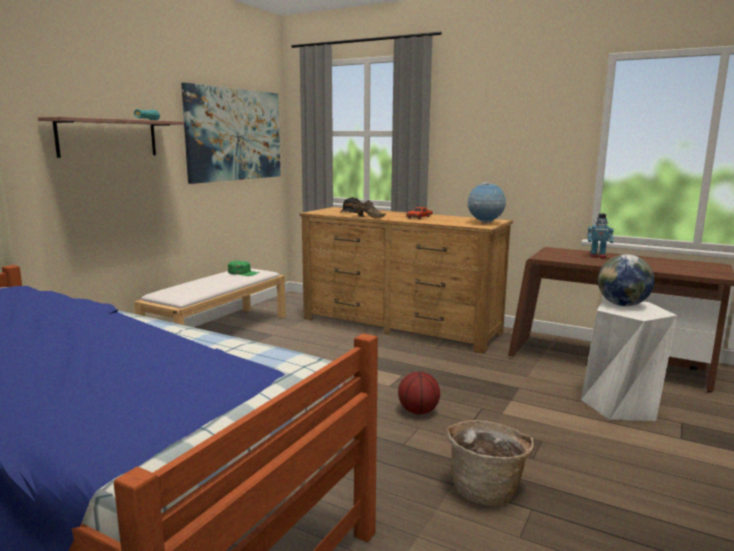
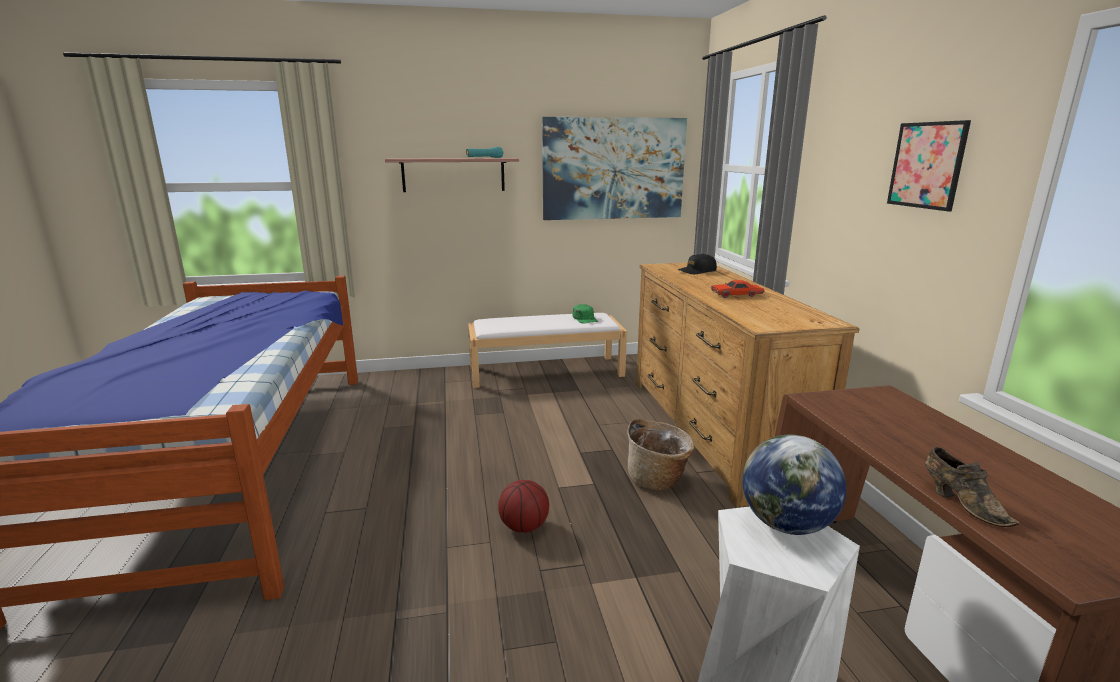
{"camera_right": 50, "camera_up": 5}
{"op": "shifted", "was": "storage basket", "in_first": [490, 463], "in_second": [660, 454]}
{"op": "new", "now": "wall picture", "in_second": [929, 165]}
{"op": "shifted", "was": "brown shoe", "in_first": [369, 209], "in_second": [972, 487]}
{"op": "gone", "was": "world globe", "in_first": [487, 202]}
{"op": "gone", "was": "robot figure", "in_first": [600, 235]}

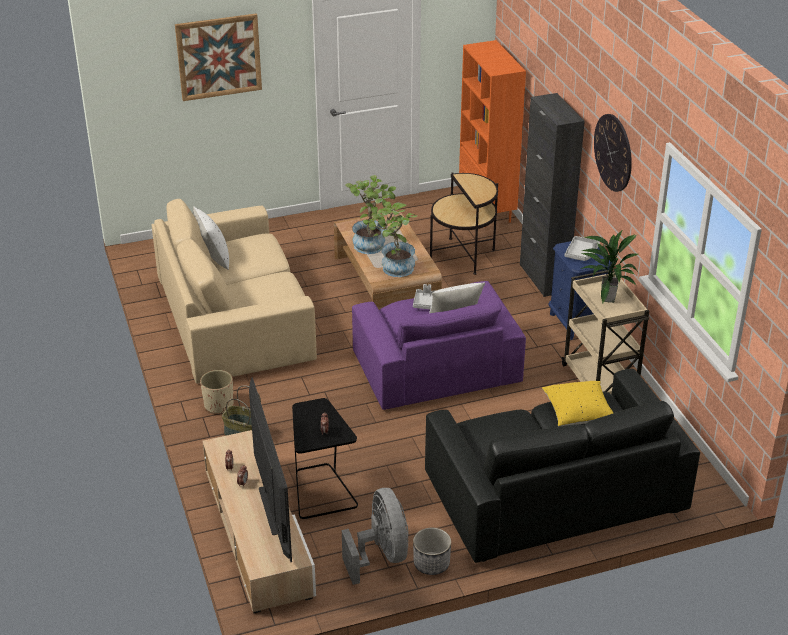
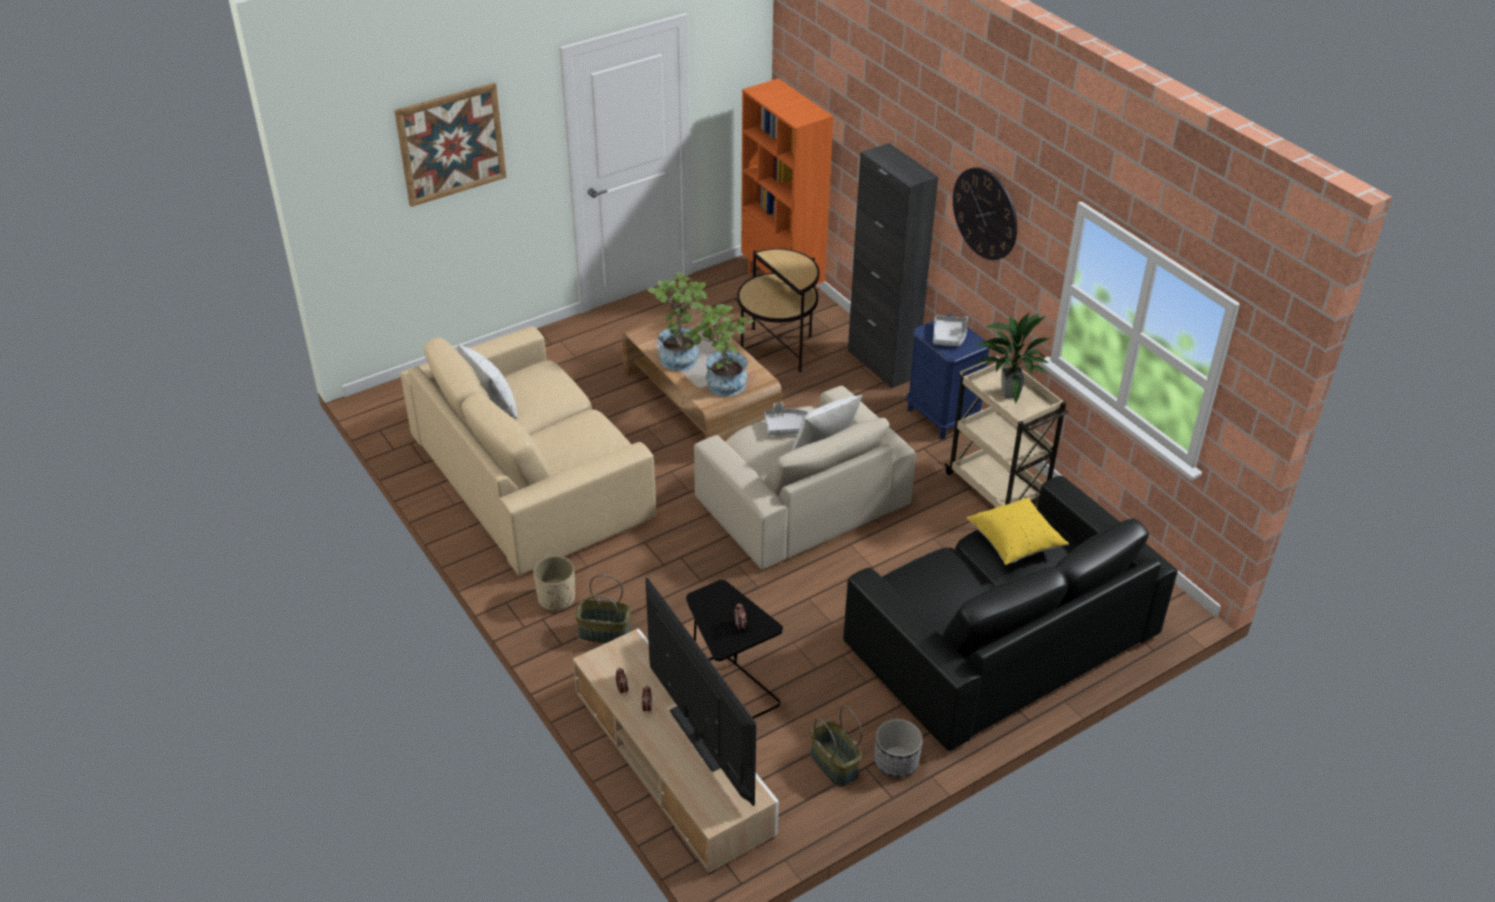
{"camera_right": -15, "camera_up": 5}
{"op": "repainted", "was": "purplish easy chair", "now": "sand-coloured easy chair", "in_first": [439, 345], "in_second": [805, 478]}
{"op": "swapped", "was": "gray electric fan", "now": "storage basket", "in_first": [375, 536], "in_second": [836, 746]}

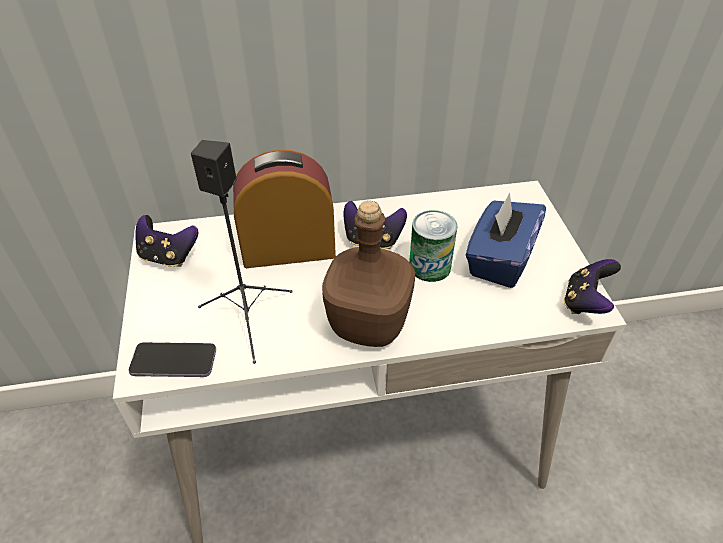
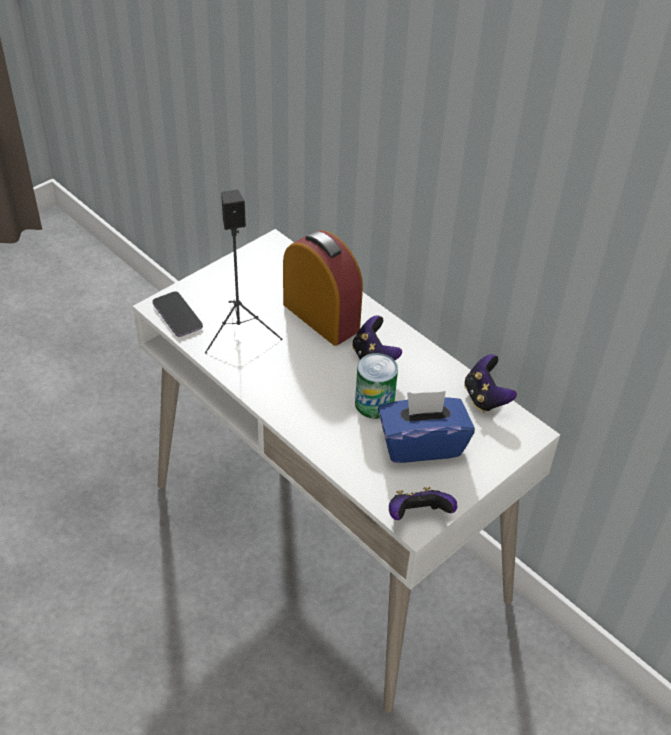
{"camera_right": 55, "camera_up": 0}
{"op": "shifted", "was": "joypad", "in_first": [167, 241], "in_second": [490, 383]}
{"op": "gone", "was": "brown drink bottle", "in_first": [368, 274]}

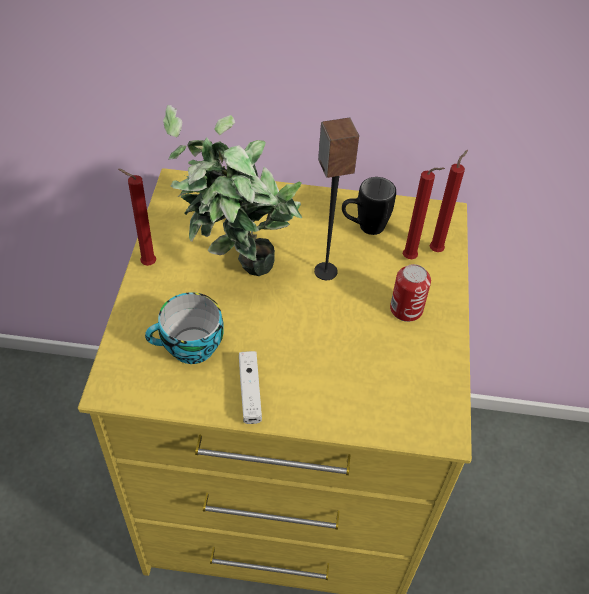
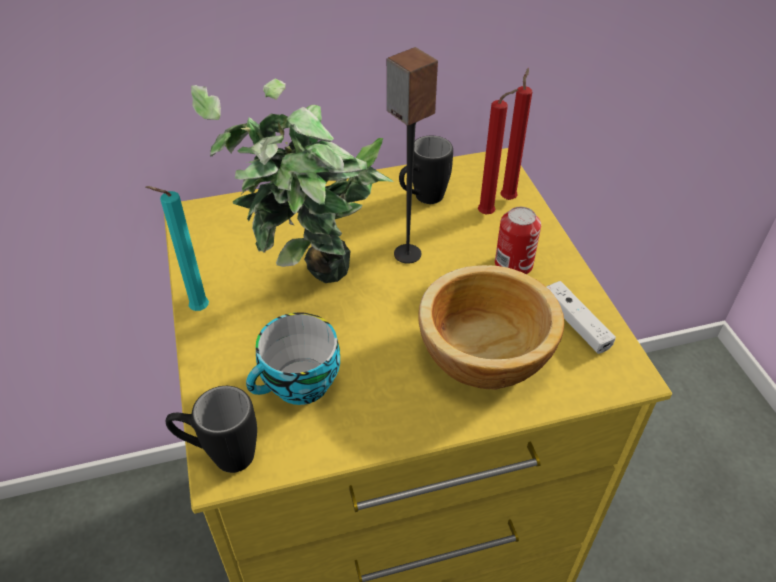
{"camera_right": -20, "camera_up": -5}
{"op": "repainted", "was": "red candle", "now": "turquoise candle", "in_first": [137, 217], "in_second": [177, 248]}
{"op": "new", "now": "black tea mug", "in_second": [211, 429]}
{"op": "new", "now": "bowl", "in_second": [491, 327]}
{"op": "shifted", "was": "white-coloured joypad", "in_first": [250, 387], "in_second": [581, 317]}

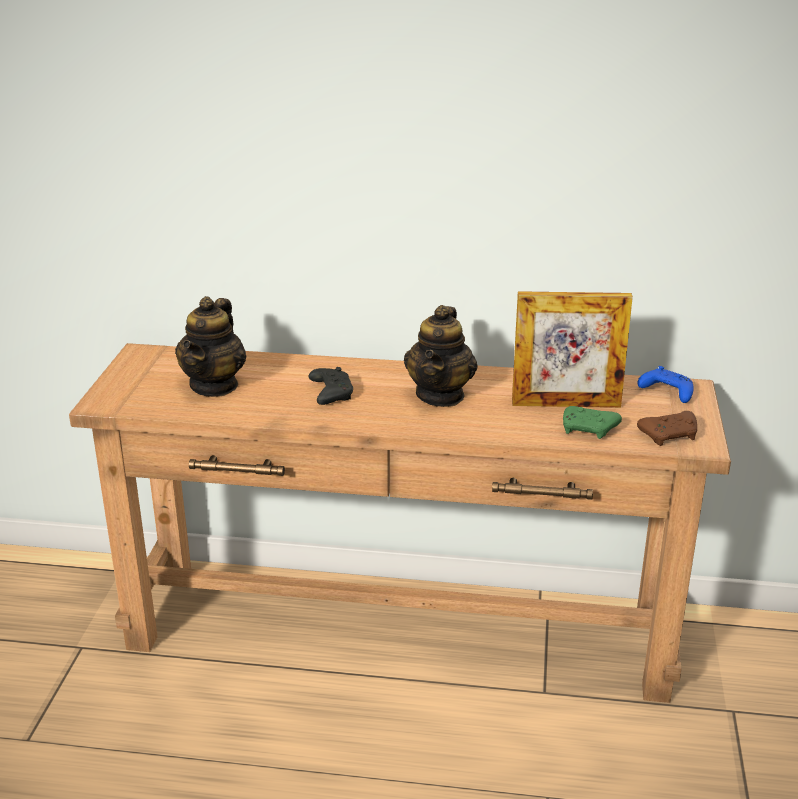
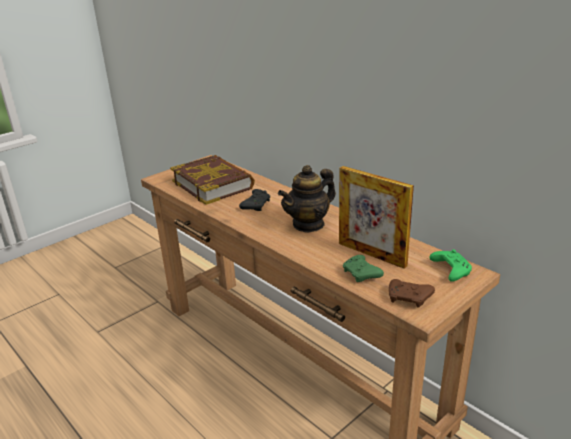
{"camera_right": 40, "camera_up": 0}
{"op": "swapped", "was": "pot for tea", "now": "volume", "in_first": [211, 346], "in_second": [212, 180]}
{"op": "repainted", "was": "blue-coloured joypad", "now": "greenish joypad", "in_first": [665, 384], "in_second": [450, 265]}

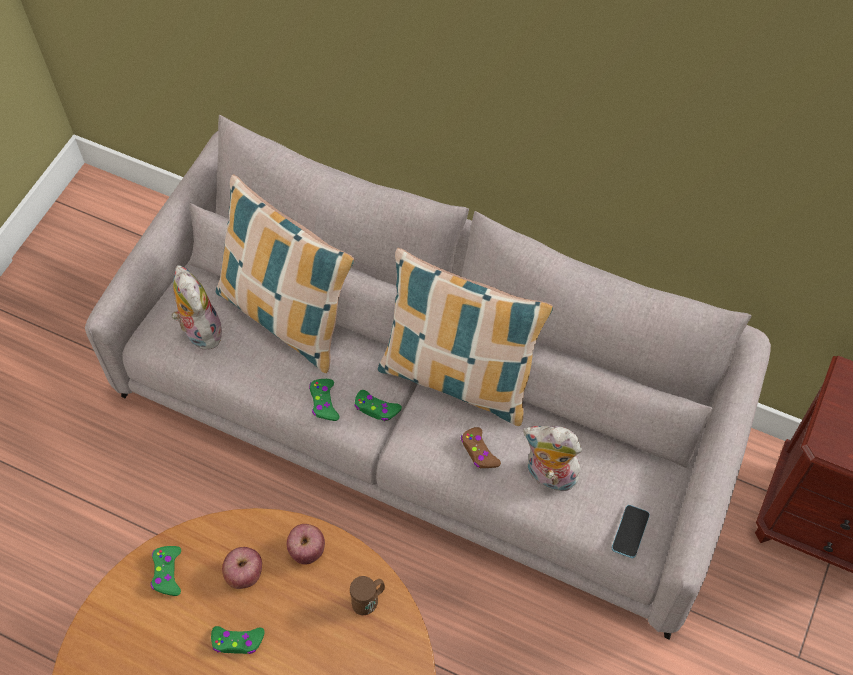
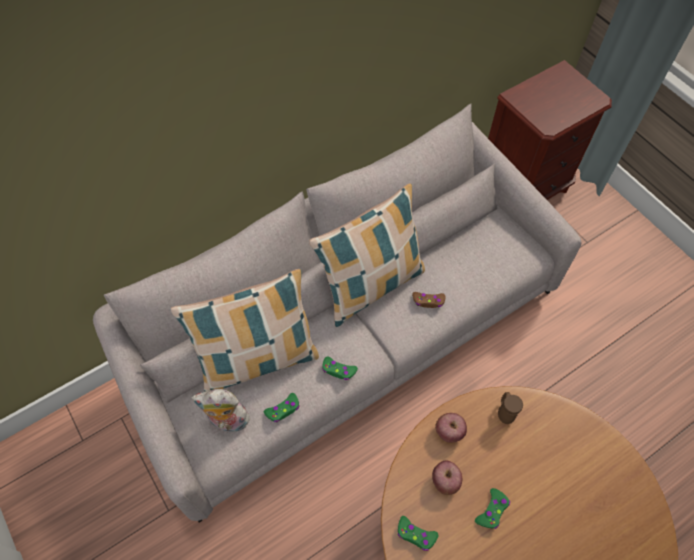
{"camera_right": -60, "camera_up": 0}
{"op": "shifted", "was": "greenish joypad", "in_first": [378, 405], "in_second": [281, 407]}
{"op": "gone", "was": "plush toy", "in_first": [553, 458]}
{"op": "gone", "was": "handset", "in_first": [631, 531]}

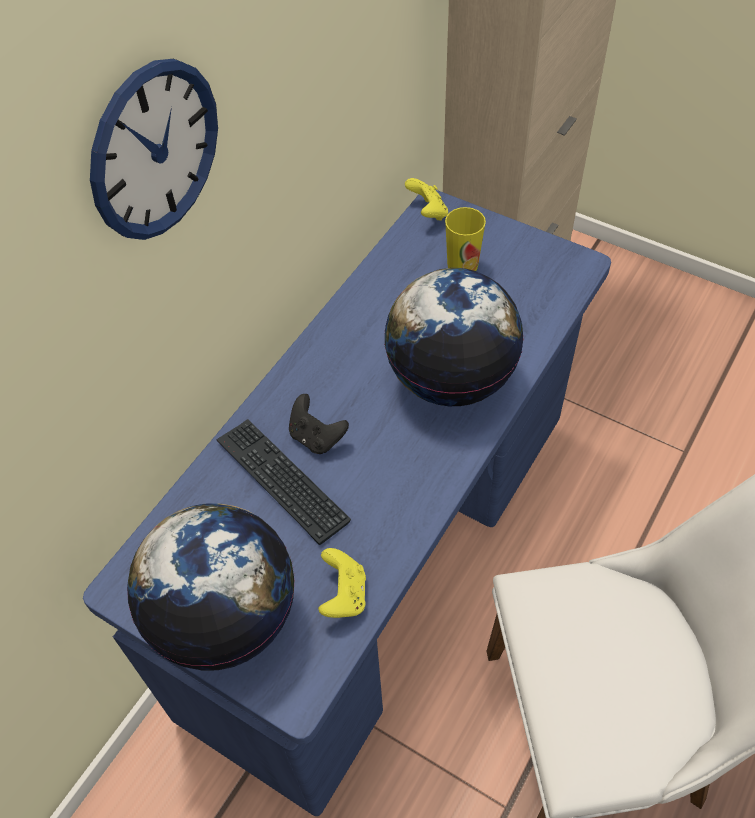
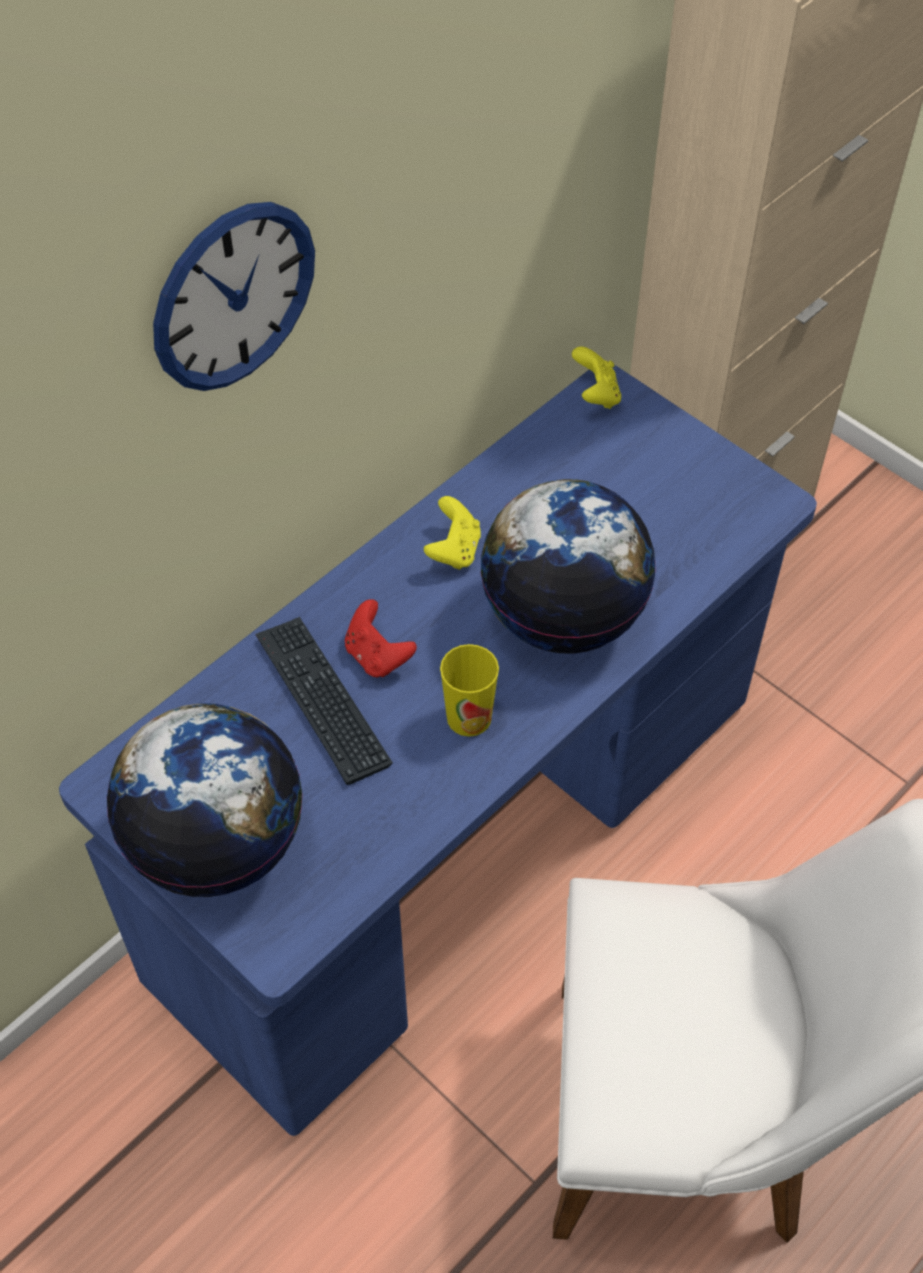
{"camera_right": 10, "camera_up": 0}
{"op": "repainted", "was": "black joypad", "now": "red joypad", "in_first": [319, 424], "in_second": [381, 638]}
{"op": "shifted", "was": "yellowish joypad", "in_first": [342, 583], "in_second": [452, 533]}
{"op": "shifted", "was": "drinking cup", "in_first": [465, 239], "in_second": [469, 690]}

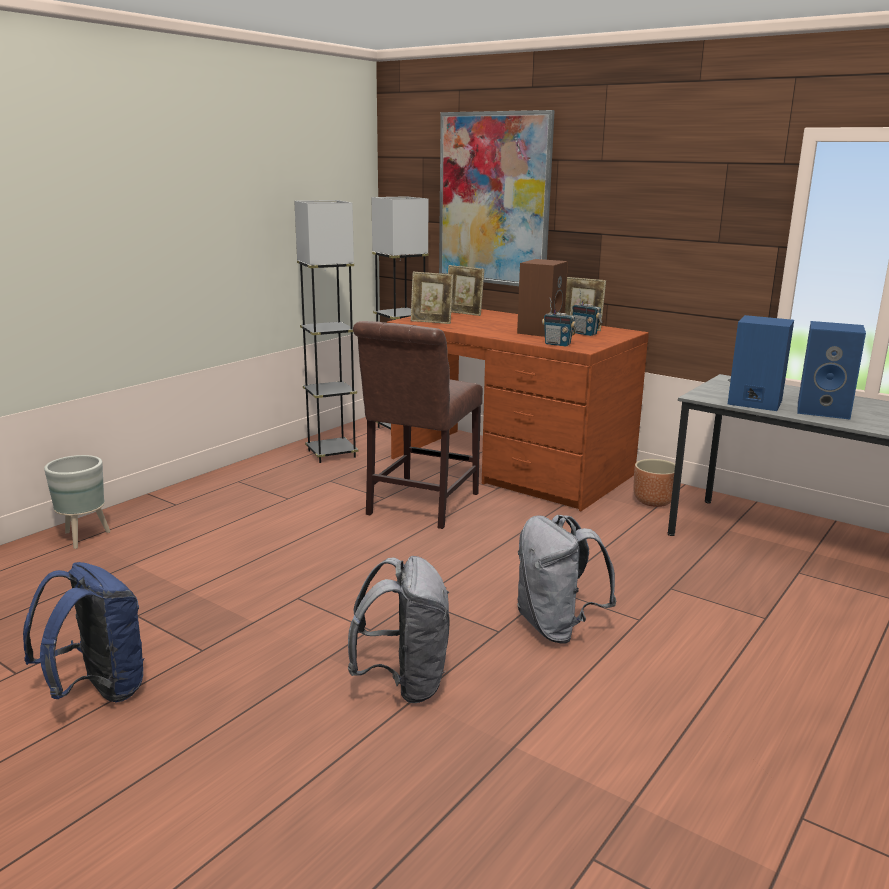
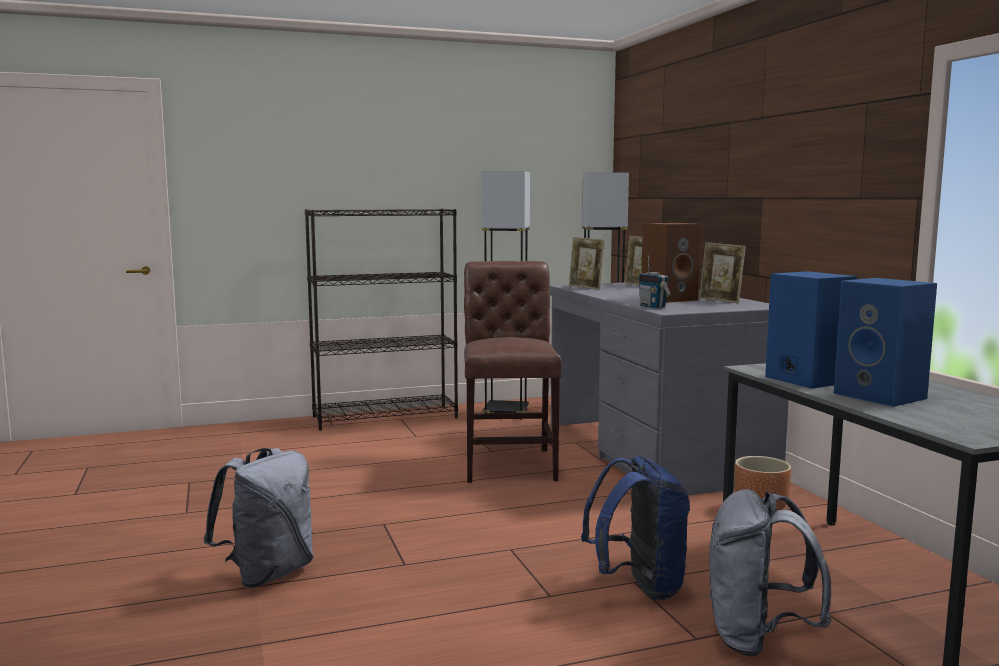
{"camera_right": 35, "camera_up": -10}
{"op": "new", "now": "black bookshelf", "in_second": [381, 320]}
{"op": "rotated", "was": "brown upright chair", "in_first": [418, 425], "in_second": [512, 372], "clockwise": 120}
{"op": "repainted", "was": "brown desk unit", "now": "gray desk unit", "in_first": [518, 410], "in_second": [669, 389]}
{"op": "shifted", "was": "blue-coloured backpack", "in_first": [84, 632], "in_second": [635, 528]}
{"op": "shifted", "was": "gray backpack", "in_first": [567, 579], "in_second": [770, 573]}
{"op": "gone", "was": "gray planter", "in_first": [77, 502]}
{"op": "gone", "was": "wall picture", "in_first": [497, 198]}
{"op": "gone", "was": "radio set", "in_first": [586, 312]}

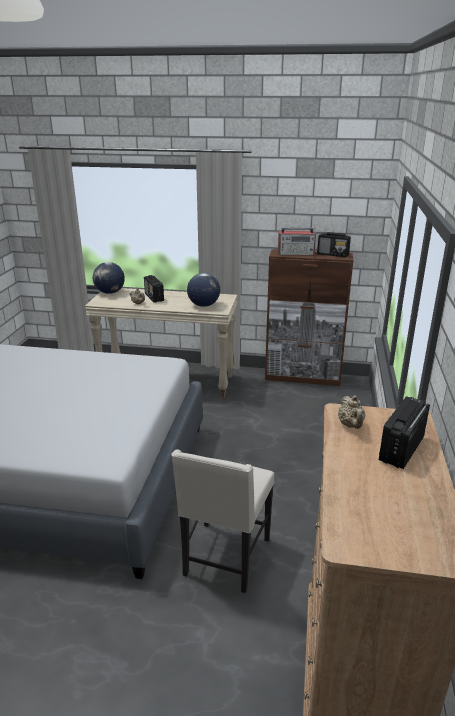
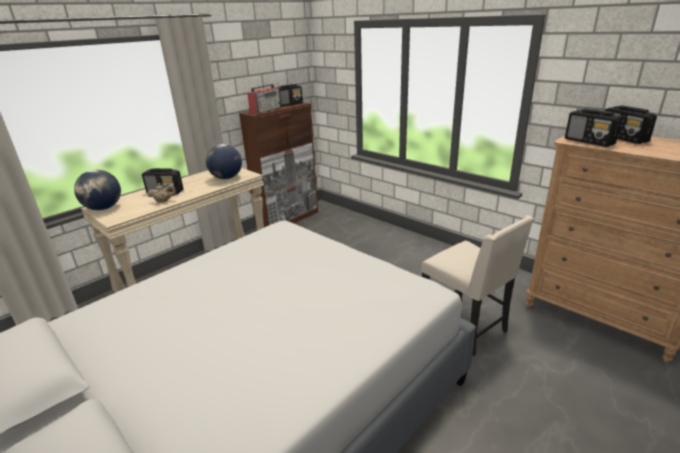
{"camera_right": -55, "camera_up": 0}
{"op": "swapped", "was": "sand-coloured pot for tea", "now": "radio set", "in_first": [351, 412], "in_second": [593, 128]}

